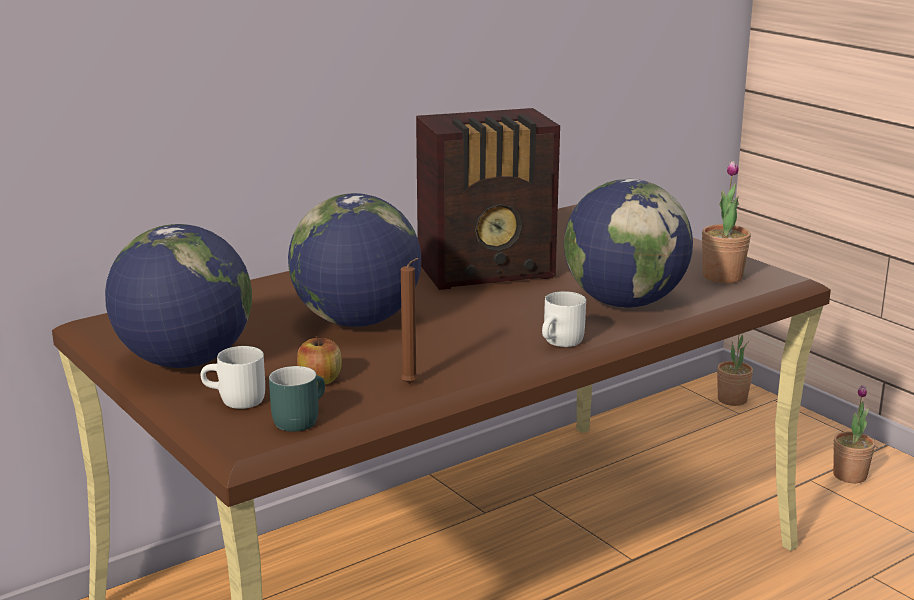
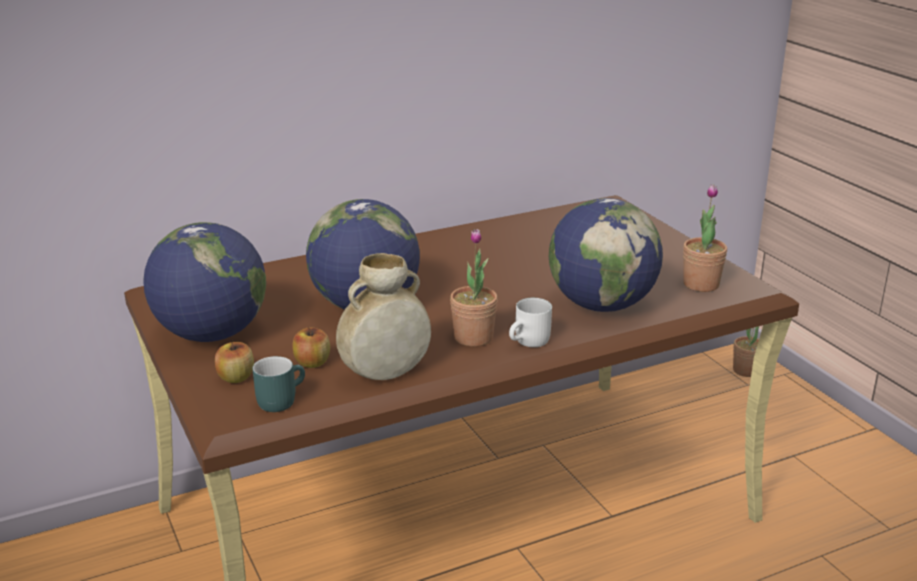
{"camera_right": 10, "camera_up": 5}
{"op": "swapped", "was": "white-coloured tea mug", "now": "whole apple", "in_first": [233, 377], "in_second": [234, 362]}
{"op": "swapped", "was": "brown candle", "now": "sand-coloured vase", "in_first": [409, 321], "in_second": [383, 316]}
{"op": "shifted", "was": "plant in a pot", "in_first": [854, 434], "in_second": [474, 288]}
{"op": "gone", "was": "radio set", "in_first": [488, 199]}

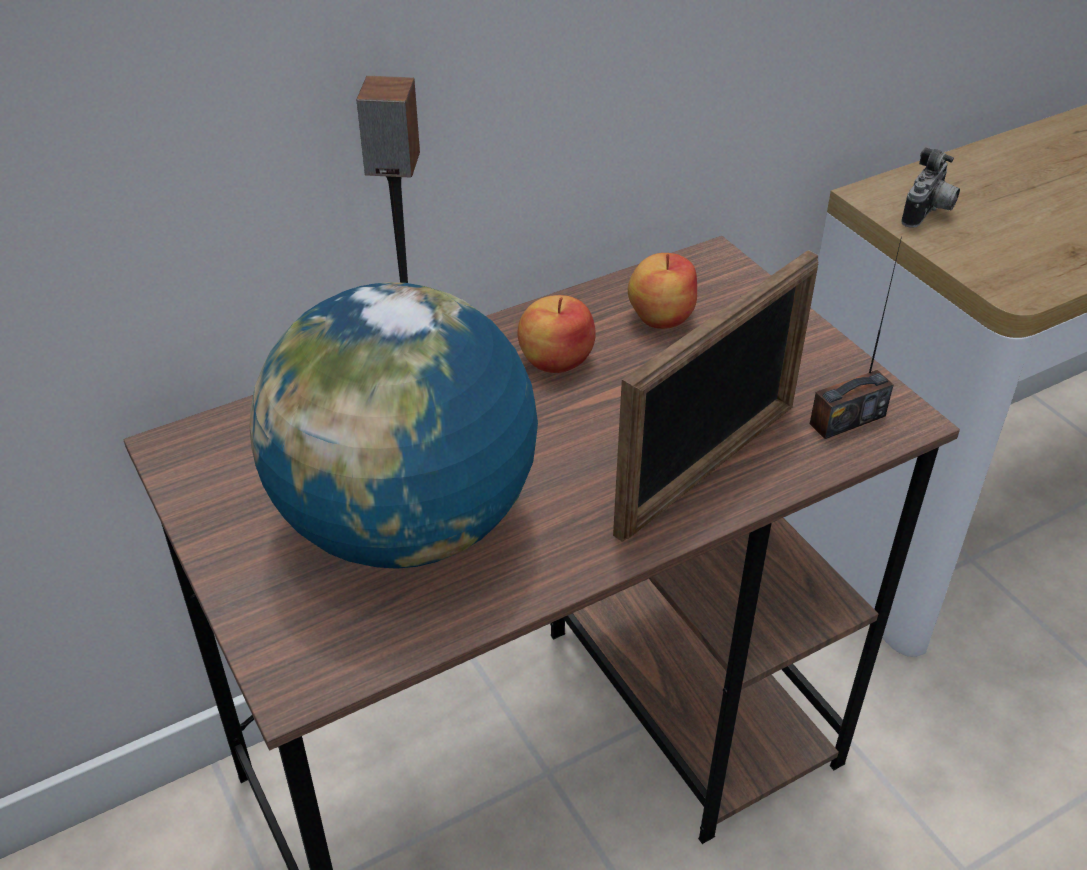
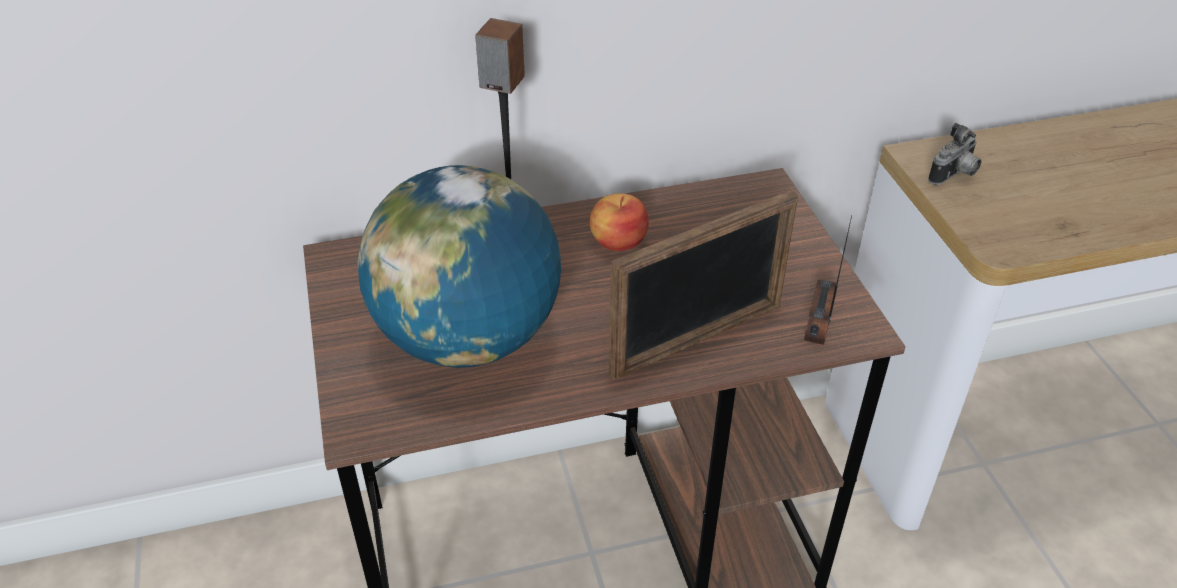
{"camera_right": 15, "camera_up": 0}
{"op": "rotated", "was": "radio set", "in_first": [856, 337], "in_second": [828, 280], "clockwise": 120}
{"op": "gone", "was": "whole apple", "in_first": [662, 291]}

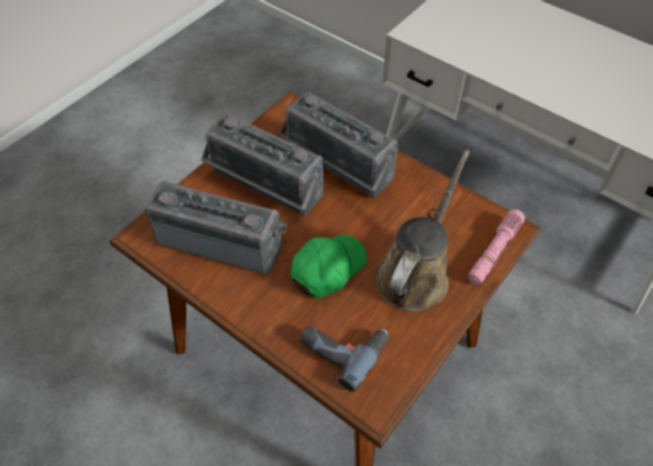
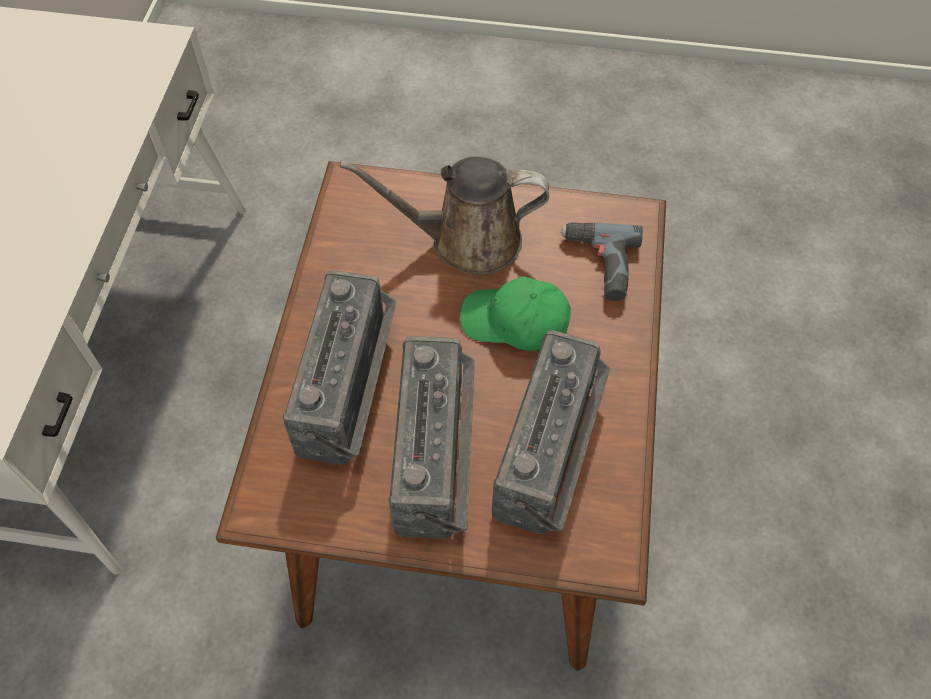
{"camera_right": -120, "camera_up": 5}
{"op": "rotated", "was": "radio set", "in_first": [216, 227], "in_second": [551, 432], "clockwise": -150}
{"op": "gone", "was": "pinkish torch", "in_first": [496, 247]}

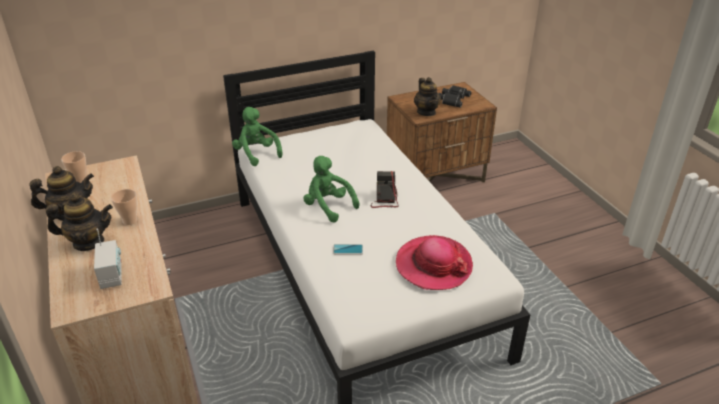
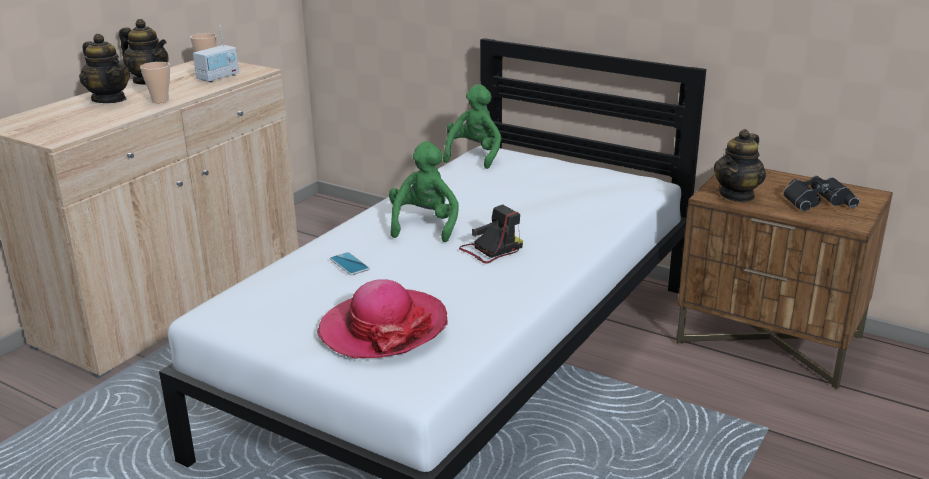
{"camera_right": 55, "camera_up": -10}
{"op": "shifted", "was": "radio set", "in_first": [108, 258], "in_second": [216, 53]}

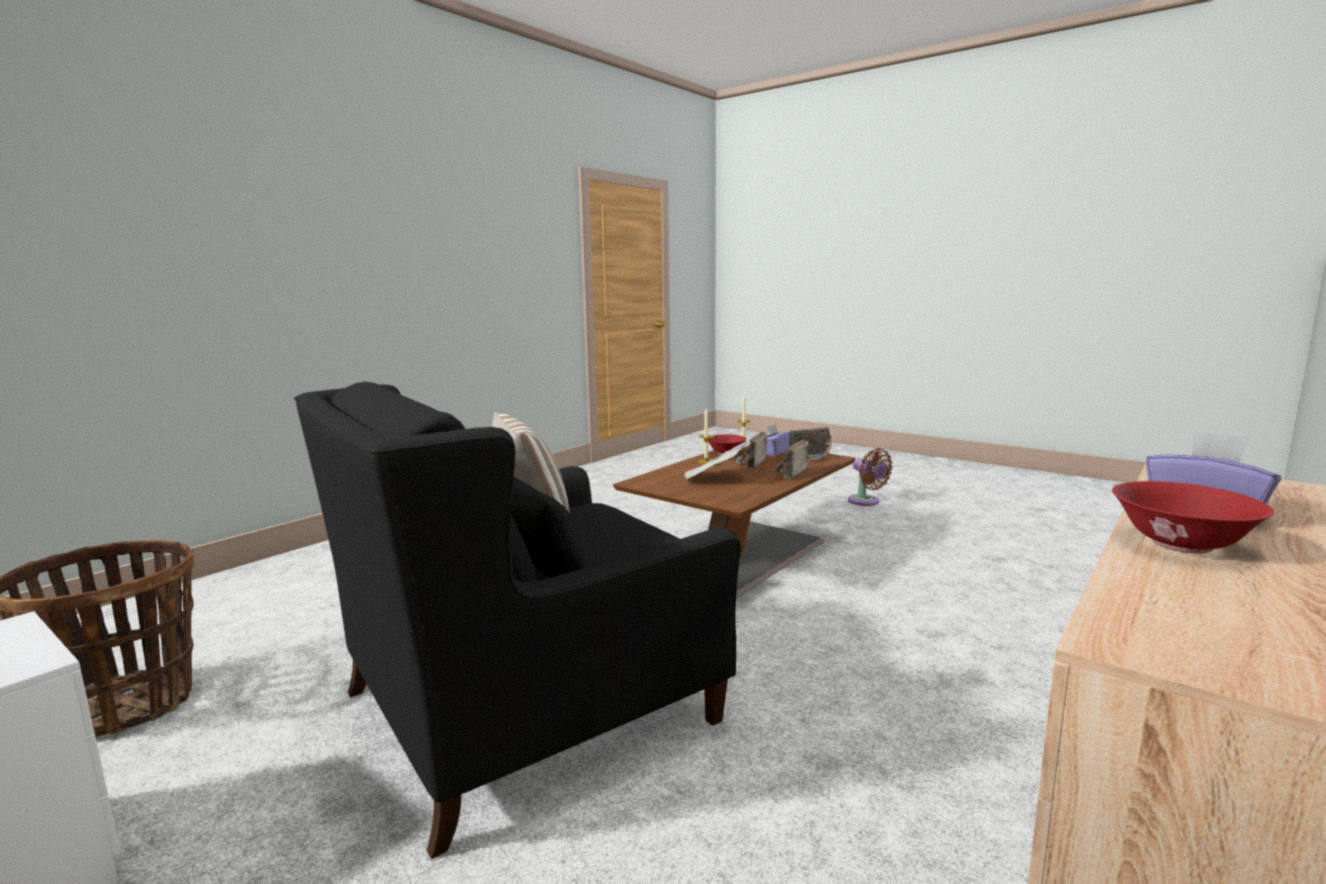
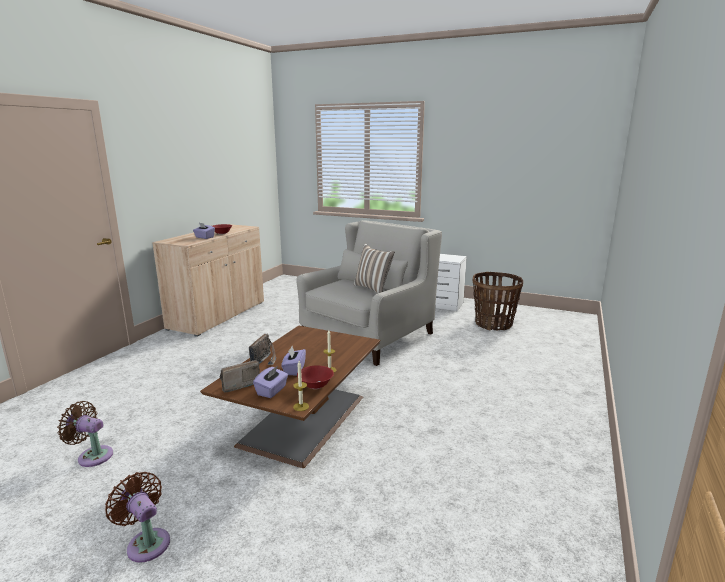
{"camera_right": 165, "camera_up": 5}
{"op": "new", "now": "brown electric fan", "in_second": [85, 434]}
{"op": "swapped", "was": "radio set", "now": "purplish tissue holder", "in_first": [751, 450], "in_second": [293, 360]}
{"op": "repainted", "was": "black easy chair", "now": "white-coloured easy chair", "in_first": [517, 620], "in_second": [369, 293]}
{"op": "gone", "was": "newspaper", "in_first": [717, 460]}

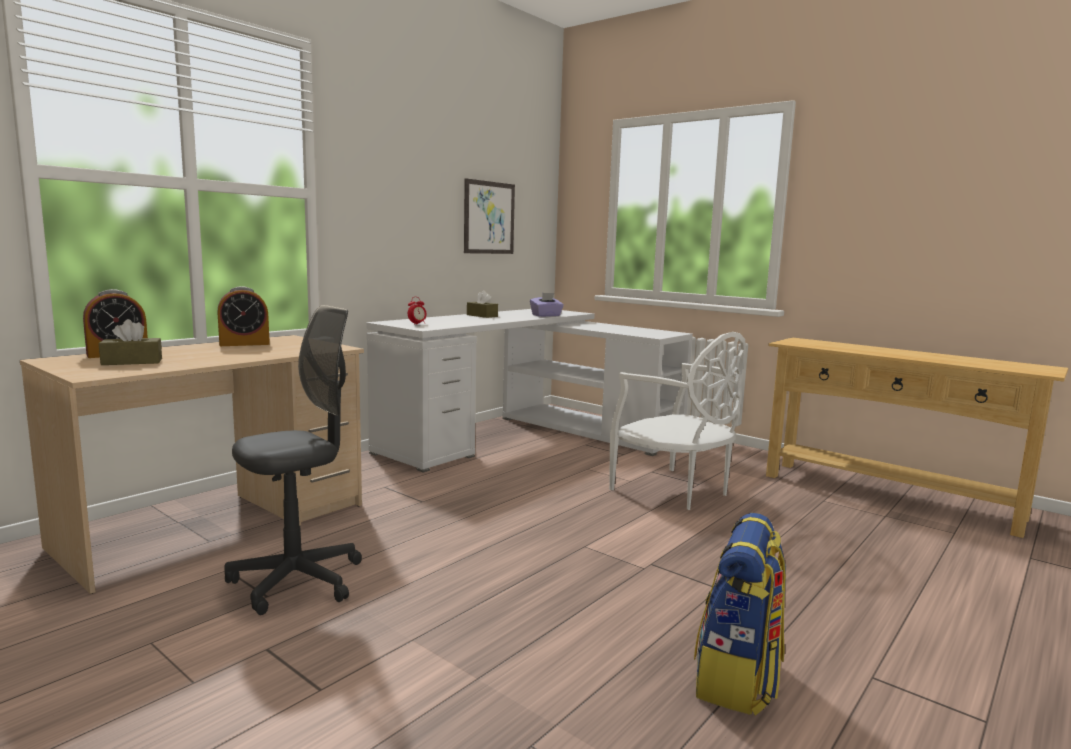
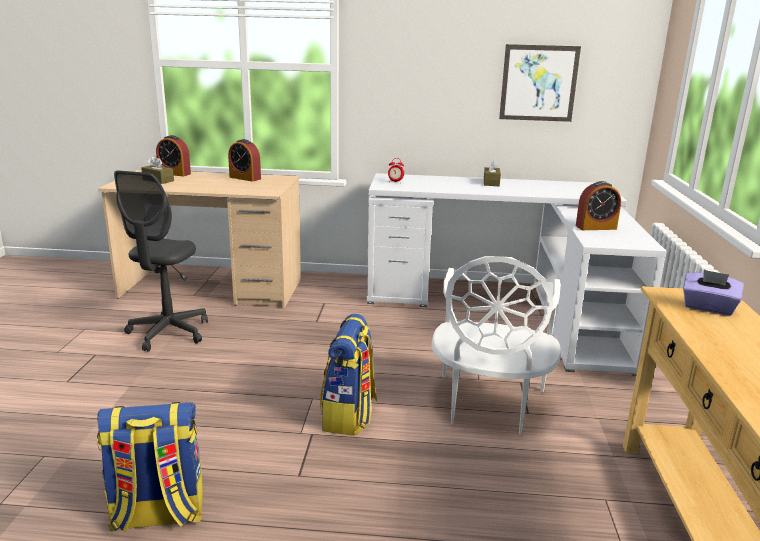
{"camera_right": 55, "camera_up": 10}
{"op": "rotated", "was": "gray office chair", "in_first": [293, 460], "in_second": [161, 260], "clockwise": 90}
{"op": "new", "now": "backpack", "in_second": [348, 375]}
{"op": "new", "now": "alarm clock", "in_second": [598, 205]}
{"op": "shifted", "was": "purplish tissue holder", "in_first": [547, 305], "in_second": [713, 293]}

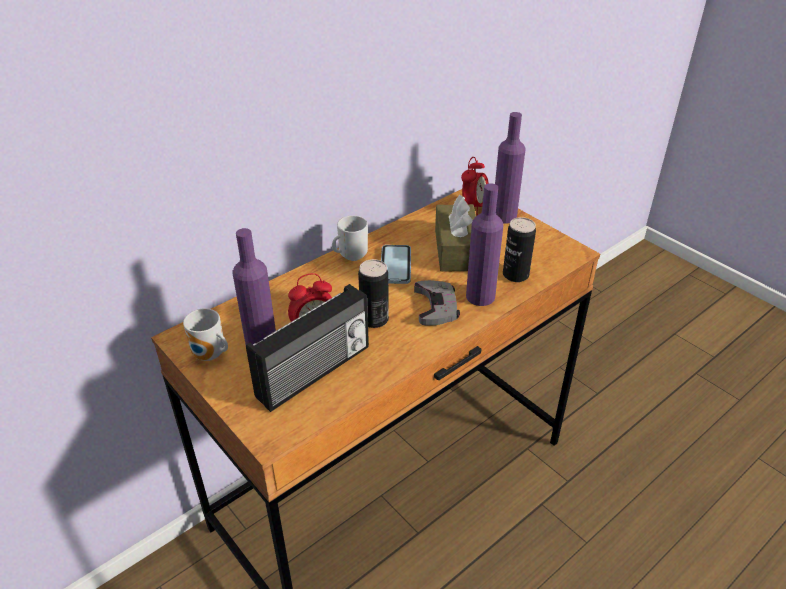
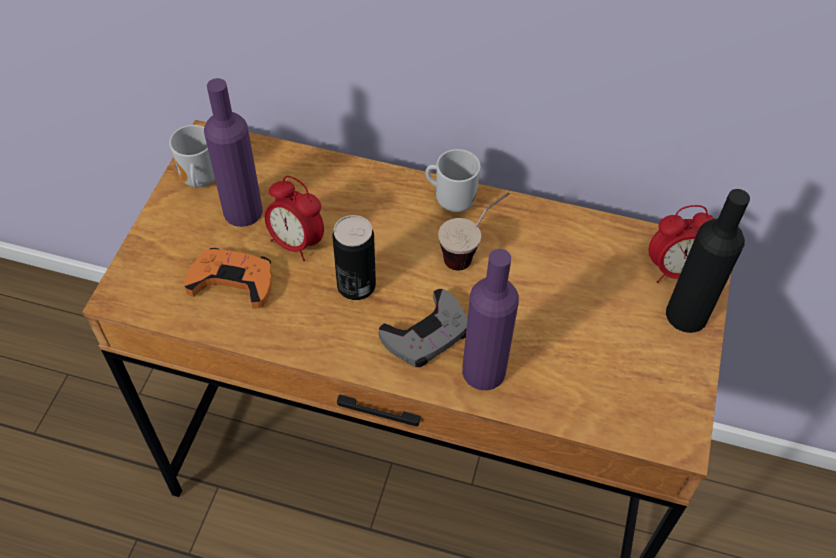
{"camera_right": 55, "camera_up": 15}
{"op": "swapped", "was": "radio set", "now": "orange-coloured joypad", "in_first": [307, 348], "in_second": [228, 278]}
{"op": "swapped", "was": "handset", "now": "drinking cup", "in_first": [396, 264], "in_second": [474, 231]}
{"op": "repainted", "was": "purplish drink bottle", "now": "black drink bottle", "in_first": [510, 168], "in_second": [708, 261]}
{"op": "gone", "was": "brown tissue holder", "in_first": [455, 233]}
{"op": "gone", "was": "sealed can", "in_first": [519, 249]}

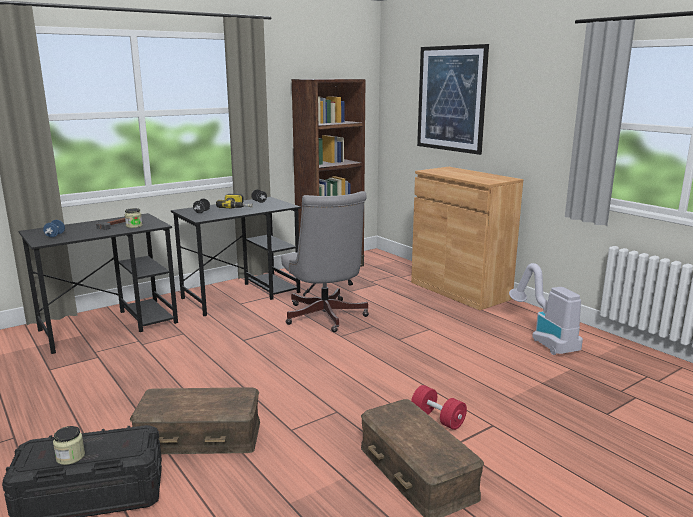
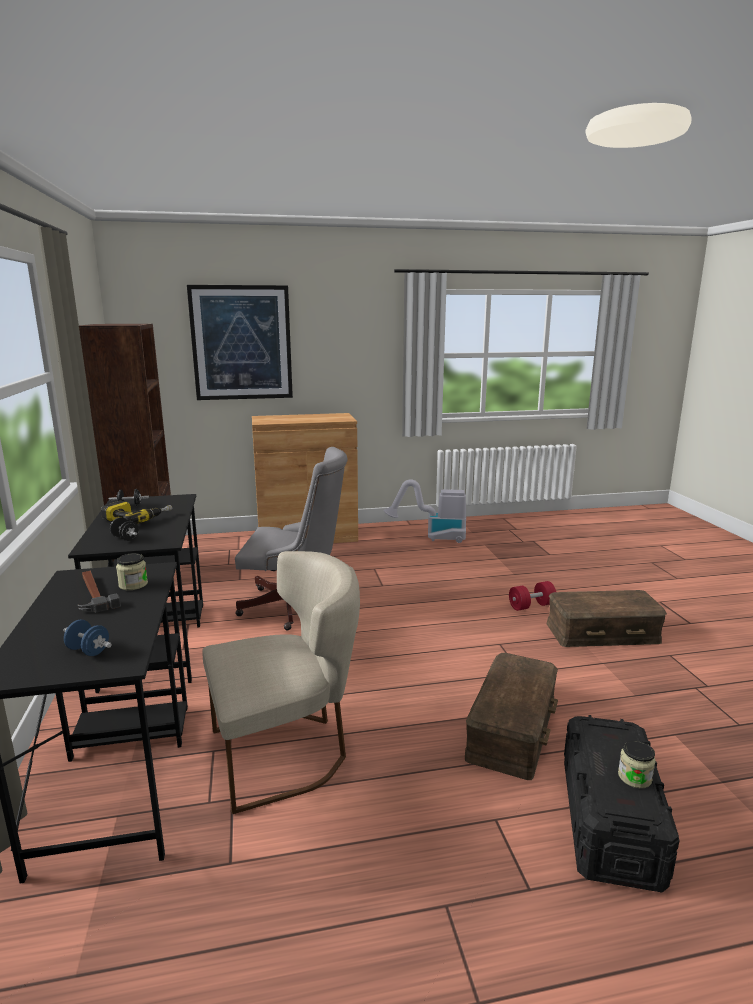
{"camera_right": -65, "camera_up": 0}
{"op": "new", "now": "sand-coloured upright chair", "in_second": [281, 682]}

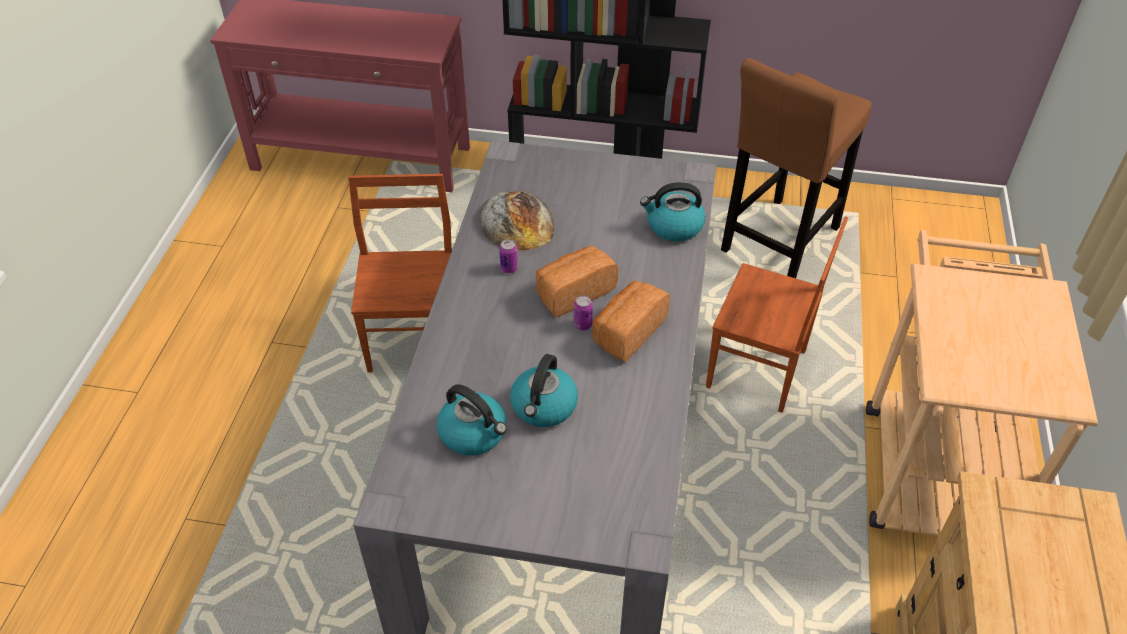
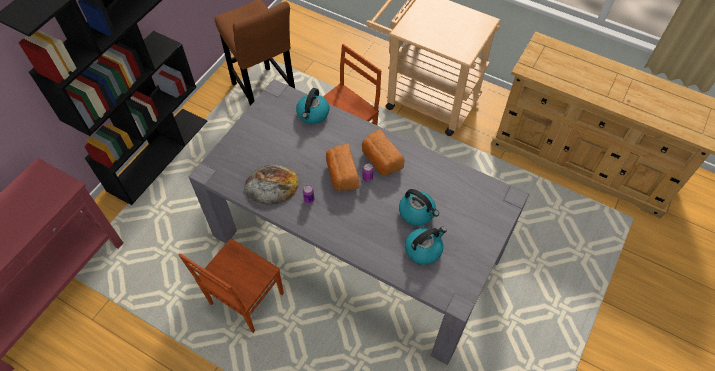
{"camera_right": -70, "camera_up": 10}
{"op": "rotated", "was": "brown upright chair", "in_first": [400, 273], "in_second": [231, 285], "clockwise": -75}

